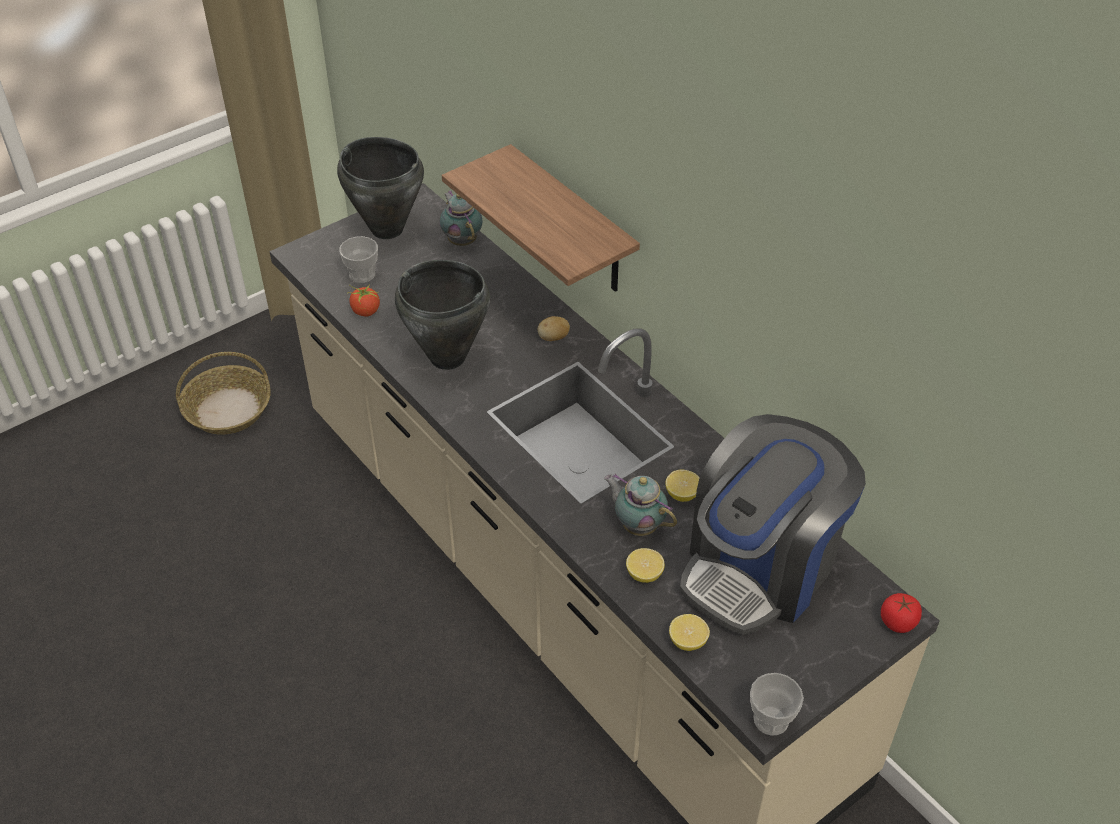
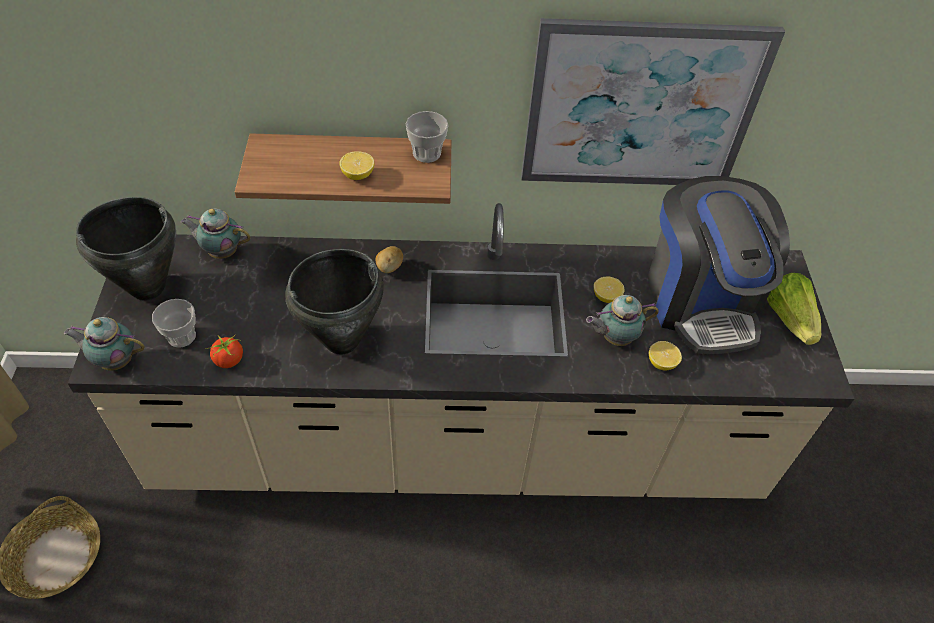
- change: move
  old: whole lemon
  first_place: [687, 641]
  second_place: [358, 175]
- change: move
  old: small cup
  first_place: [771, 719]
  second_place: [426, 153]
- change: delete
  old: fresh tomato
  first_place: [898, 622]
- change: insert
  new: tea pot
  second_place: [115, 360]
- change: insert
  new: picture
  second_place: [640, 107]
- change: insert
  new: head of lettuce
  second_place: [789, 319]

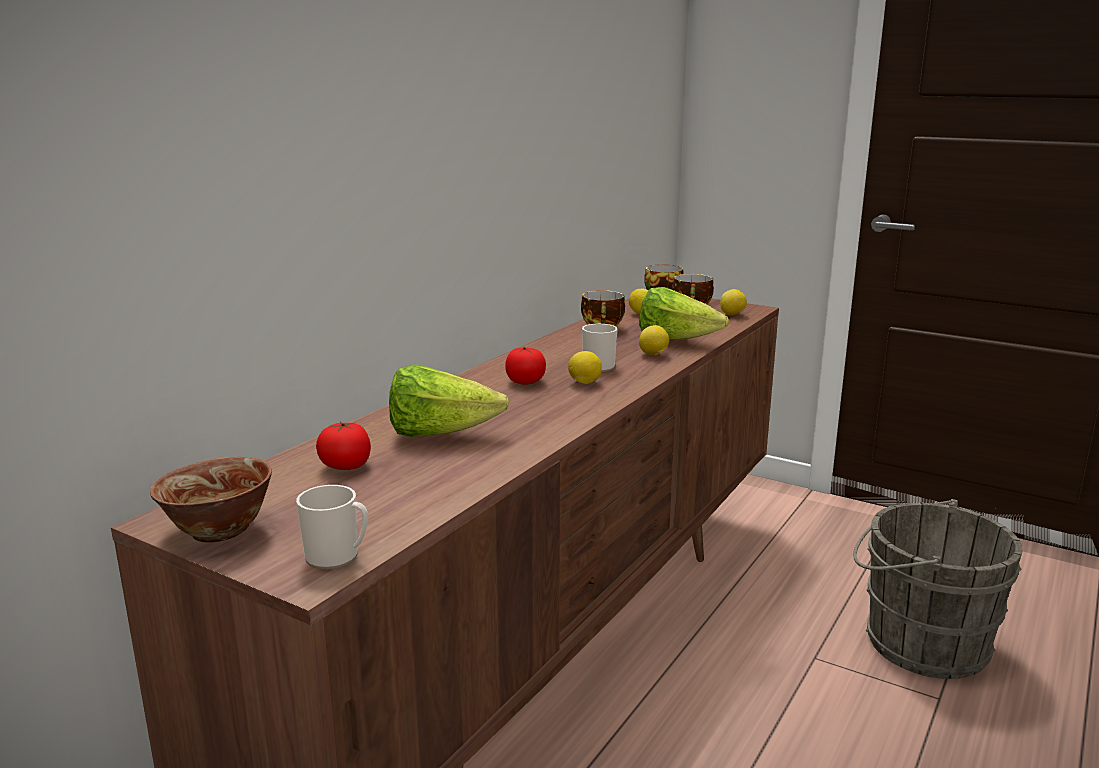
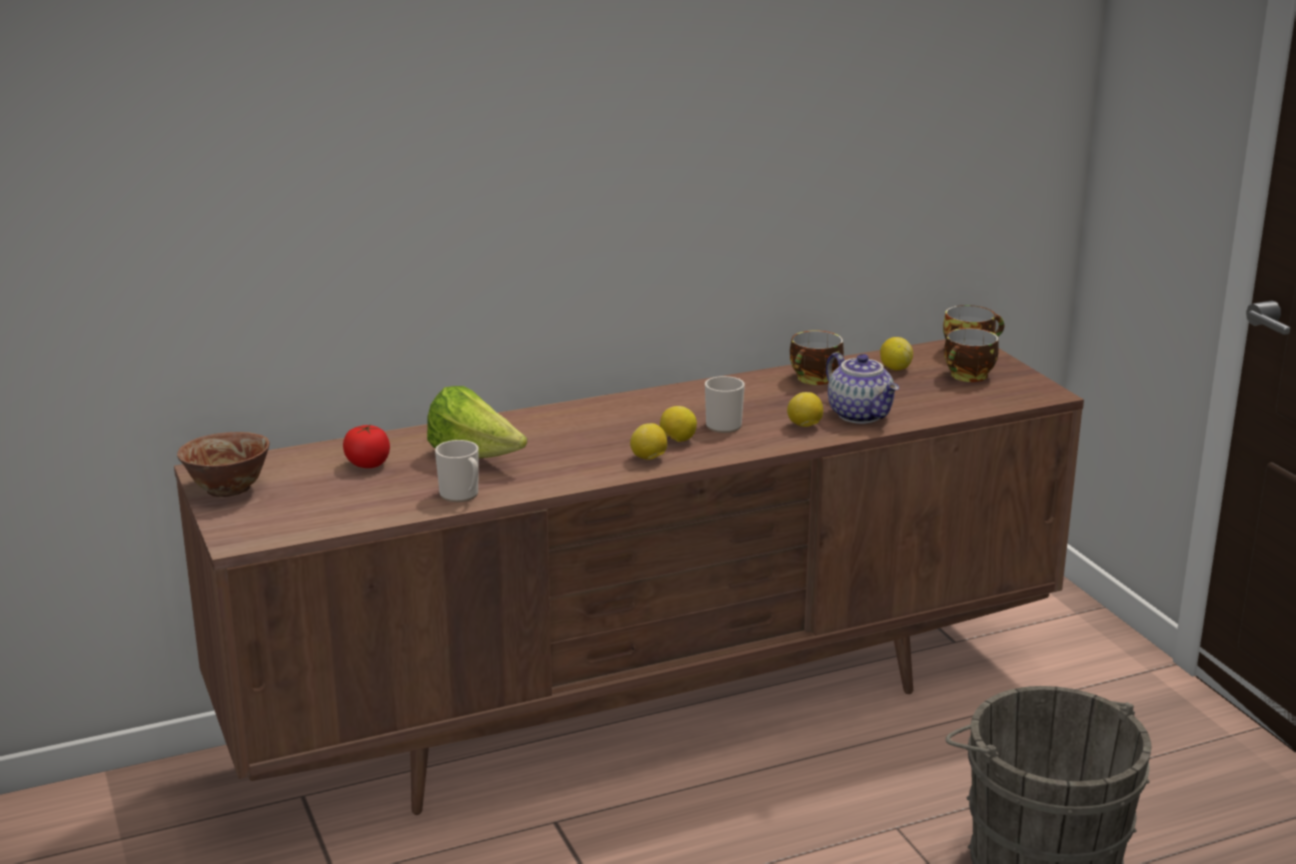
- change: move
  old: coffee mug
  first_place: [337, 557]
  second_place: [462, 495]
- change: delete
  old: fresh tomato
  first_place: [525, 382]
- change: replace
  old: head of lettuce
  new: tea pot
  first_place: [675, 341]
  second_place: [861, 415]
- change: move
  old: whole lemon
  first_place: [732, 315]
  second_place: [649, 458]

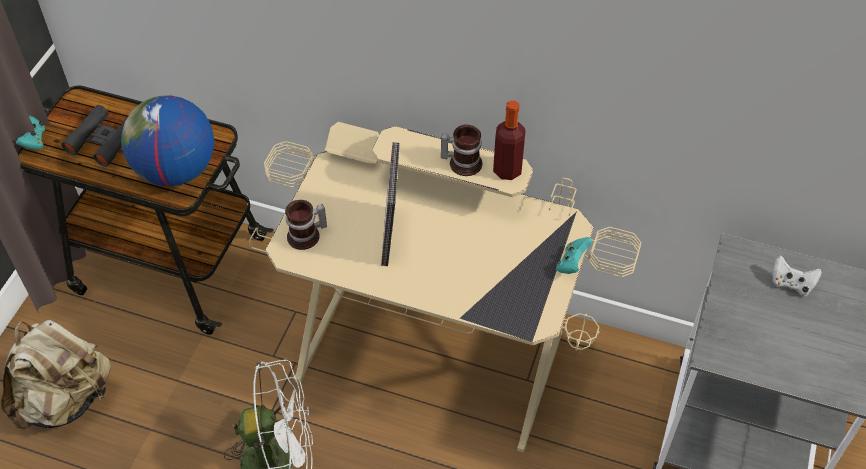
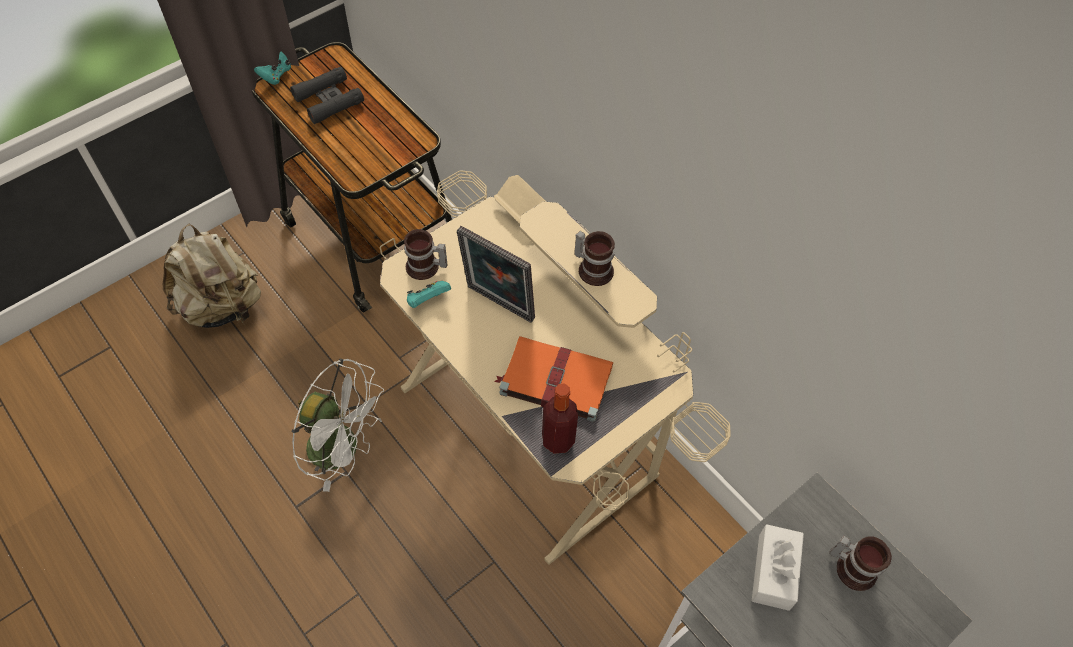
- change: delete
  old: world globe
  first_place: [176, 171]
- change: rotate
  old: picture frame
  first_place: [391, 236]
  second_place: [498, 306]
  degrees: 90
- change: move
  old: drink bottle
  first_place: [507, 170]
  second_place: [558, 439]
- change: move
  old: joypad (turquoise)
  first_place: [571, 263]
  second_place: [428, 301]
- change: replace
  old: joypad (whitish)
  new: coffee mug
  first_place: [791, 283]
  second_place: [853, 566]
- change: insert
  new: volume (orange-coloured)
  second_place: [554, 379]
- change: insert
  new: tissue holder (whitish)
  second_place: [774, 572]

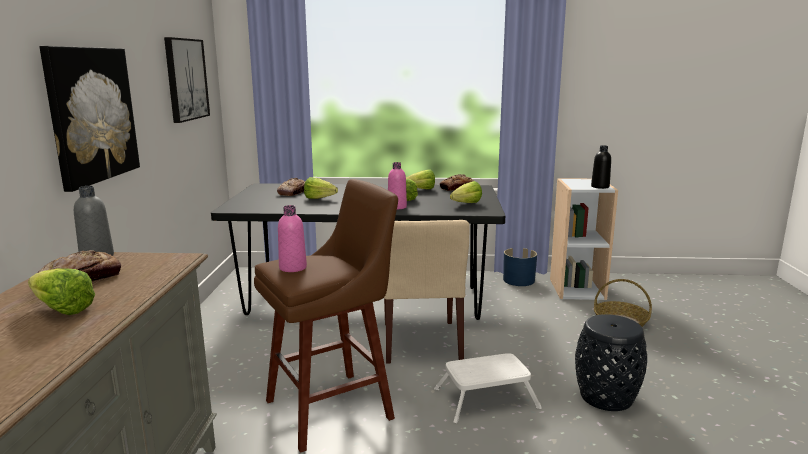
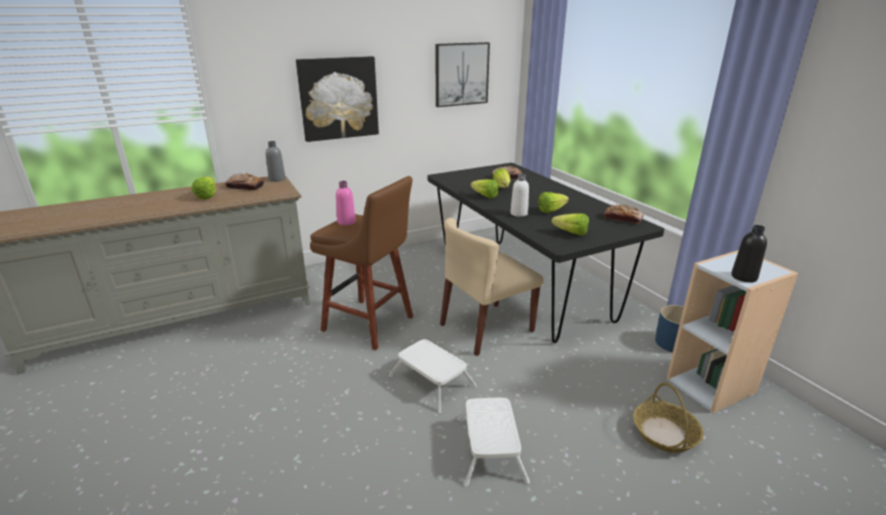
- change: recolor
  old: drink bottle (pinkish)
  new: drink bottle (whitish)
  first_place: [397, 207]
  second_place: [519, 213]
- change: move
  old: head of lettuce
  first_place: [418, 190]
  second_place: [483, 196]
- change: replace
  old: sitting stool (black-coloured)
  new: stepladder (whitish)
  first_place: [606, 397]
  second_place: [490, 448]

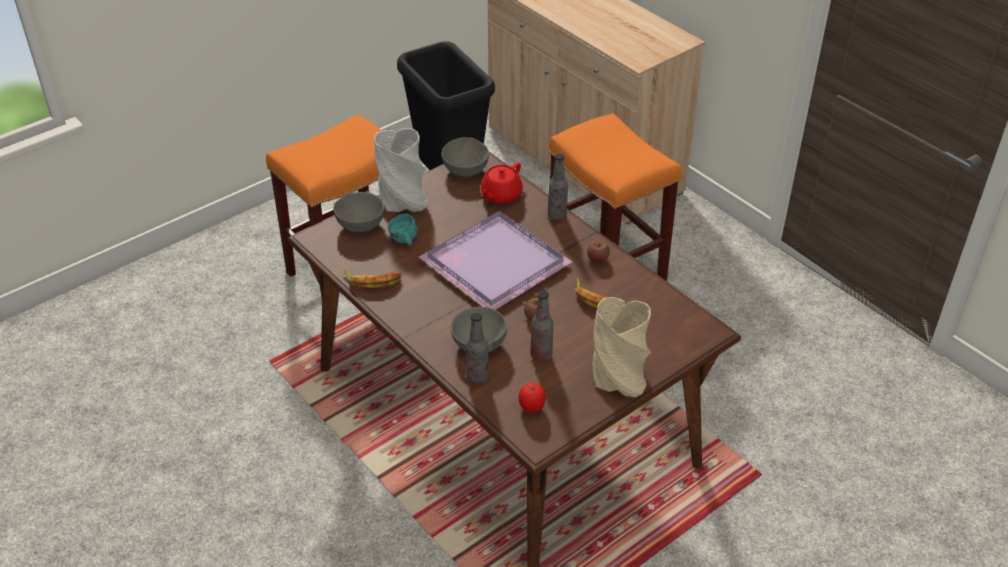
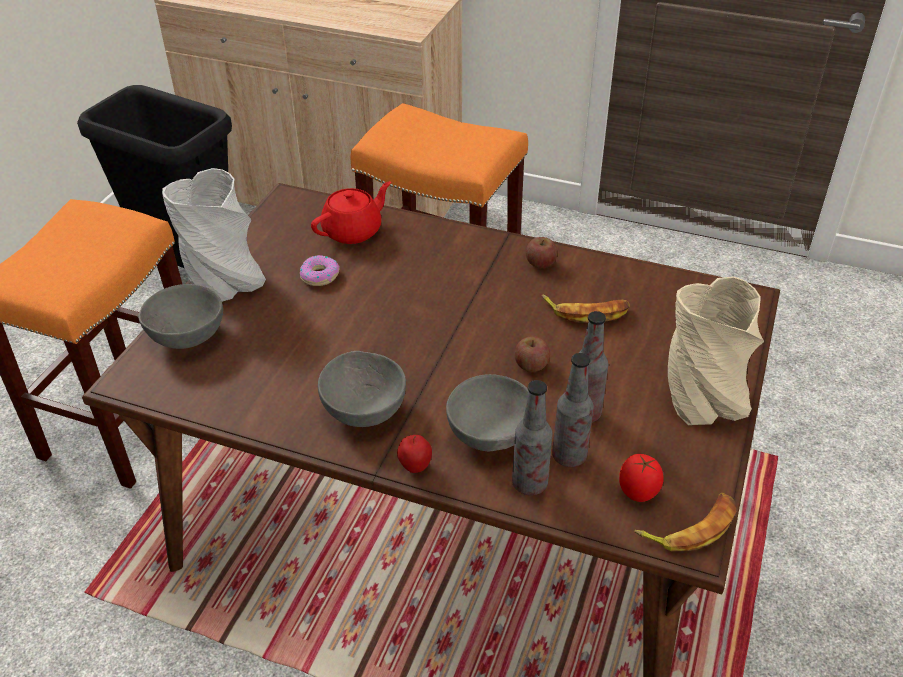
- change: move
  old: banana fruit
  first_place: [373, 280]
  second_place: [690, 527]
- change: delete
  old: coffee mug (turquoise)
  first_place: [403, 241]
- change: delete
  old: serving tray (purplish)
  first_place: [495, 261]
- change: move
  old: serving bowl (gray)
  first_place: [466, 169]
  second_place: [365, 408]
- change: rotate
  old: tea pot (reddish)
  first_place: [500, 195]
  second_place: [353, 231]
  degrees: -135
- change: move
  old: drink bottle
  first_place: [557, 215]
  second_place: [569, 456]
- change: insert
  new: donut
  second_place: [319, 275]
- change: insert
  new: apple
  second_place: [415, 467]

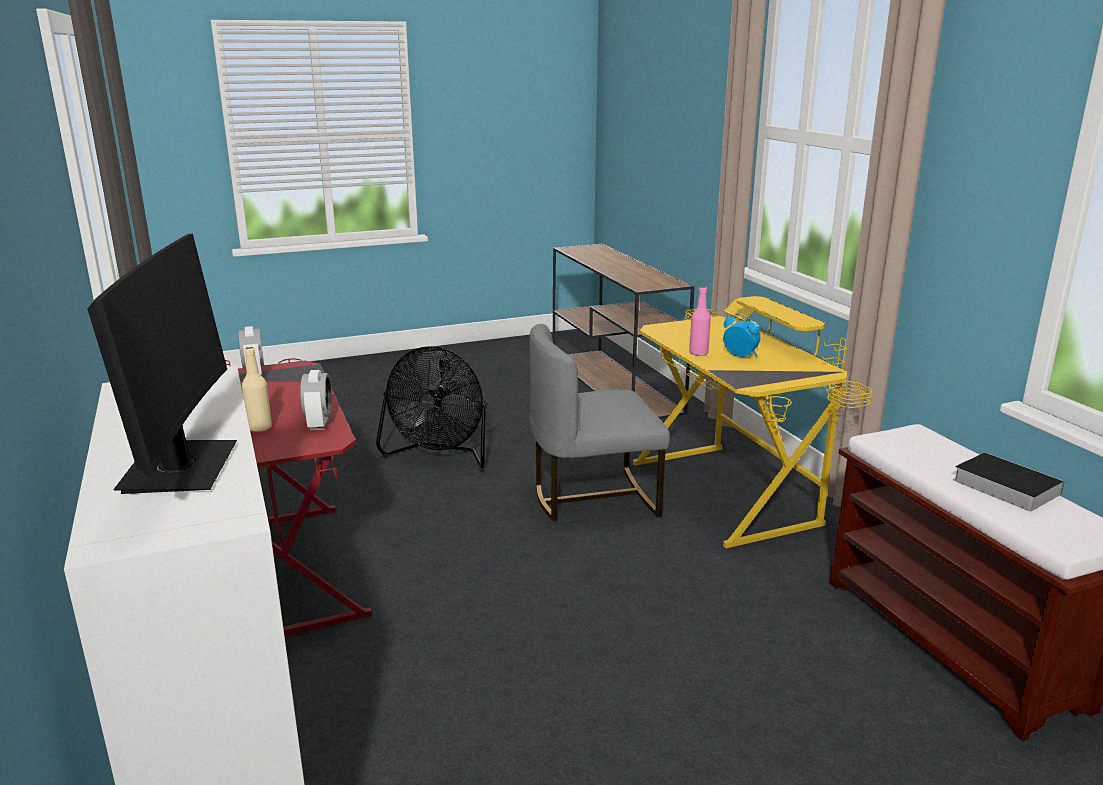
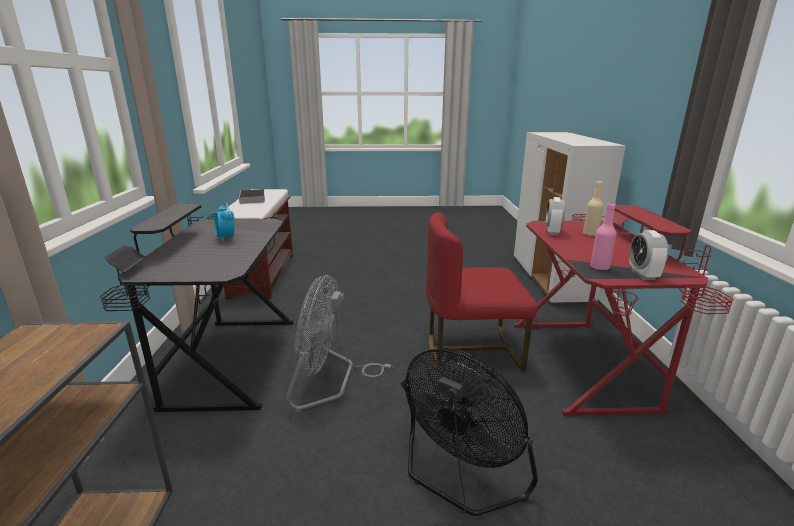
- change: delete
  old: computer screen
  first_place: [180, 467]
- change: replace
  old: upright chair (gray)
  new: electric fan (gray)
  first_place: [593, 497]
  second_place: [333, 377]
- change: recolor
  old: desk unit (yellowish)
  new: desk unit (black-coloured)
  first_place: [728, 491]
  second_place: [229, 360]
- change: move
  old: drink bottle (pinkish)
  first_place: [698, 353]
  second_place: [599, 267]
- change: insert
  new: upright chair (reddish)
  second_place: [472, 349]

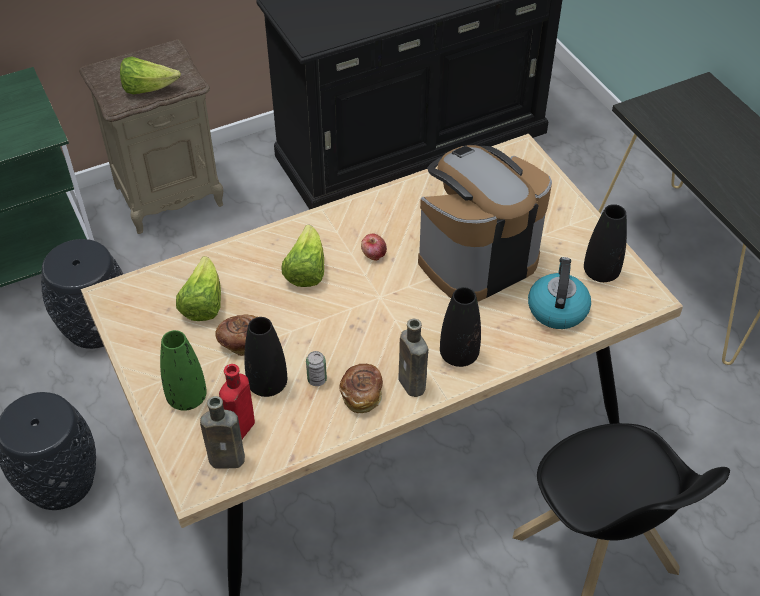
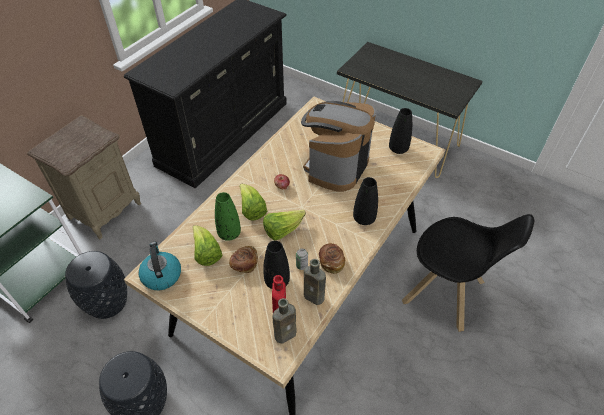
- change: move
  old: head of lettuce
  first_place: [148, 89]
  second_place: [282, 230]
- change: move
  old: flower vase (greenish)
  first_place: [187, 398]
  second_place: [229, 233]
- change: move
  old: drink bottle (brown)
  first_place: [413, 385]
  second_place: [315, 297]
- change: move
  old: kettle
  first_place: [557, 308]
  second_place: [161, 275]

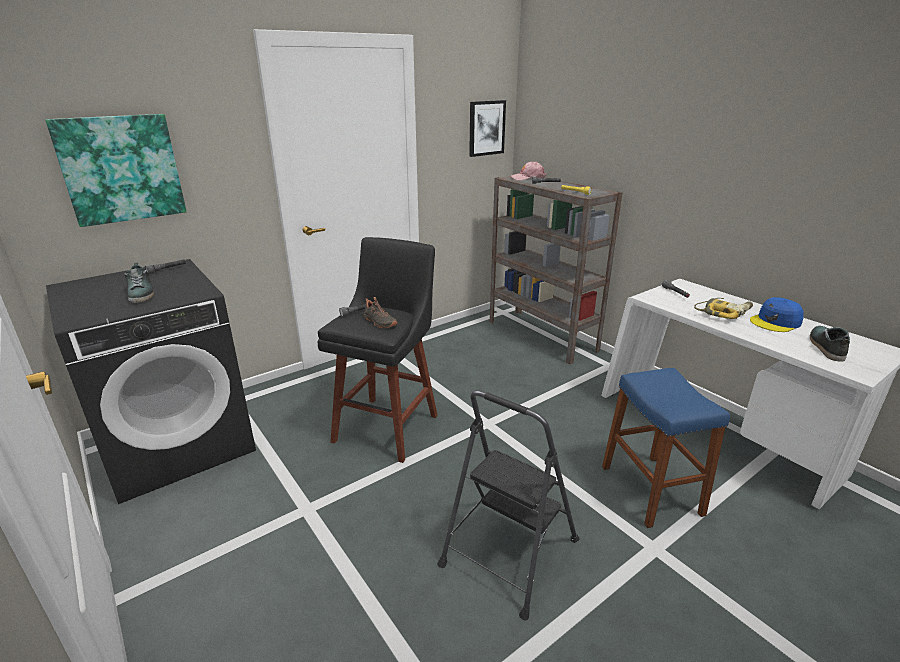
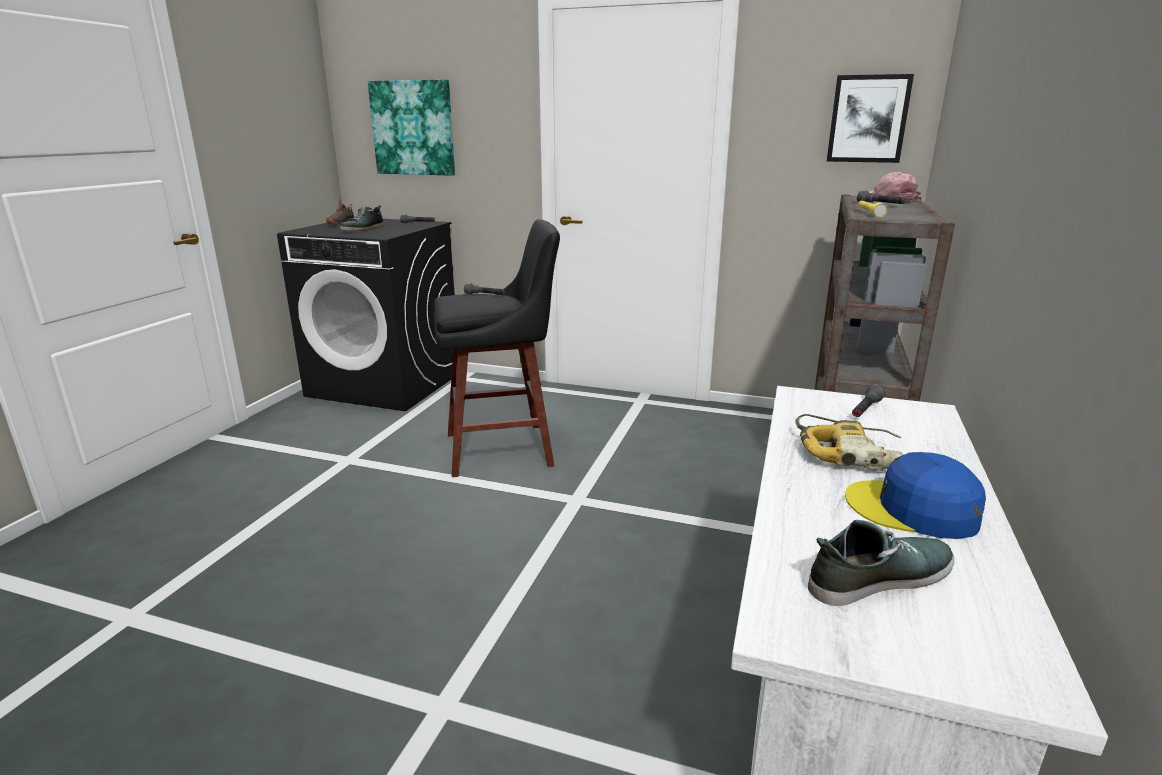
- change: move
  old: shoe (black-coloured)
  first_place: [379, 322]
  second_place: [340, 224]
- change: delete
  old: stepladder (black-coloured)
  first_place: [507, 553]
- change: delete
  old: sitting stool (bluish)
  first_place: [651, 490]

